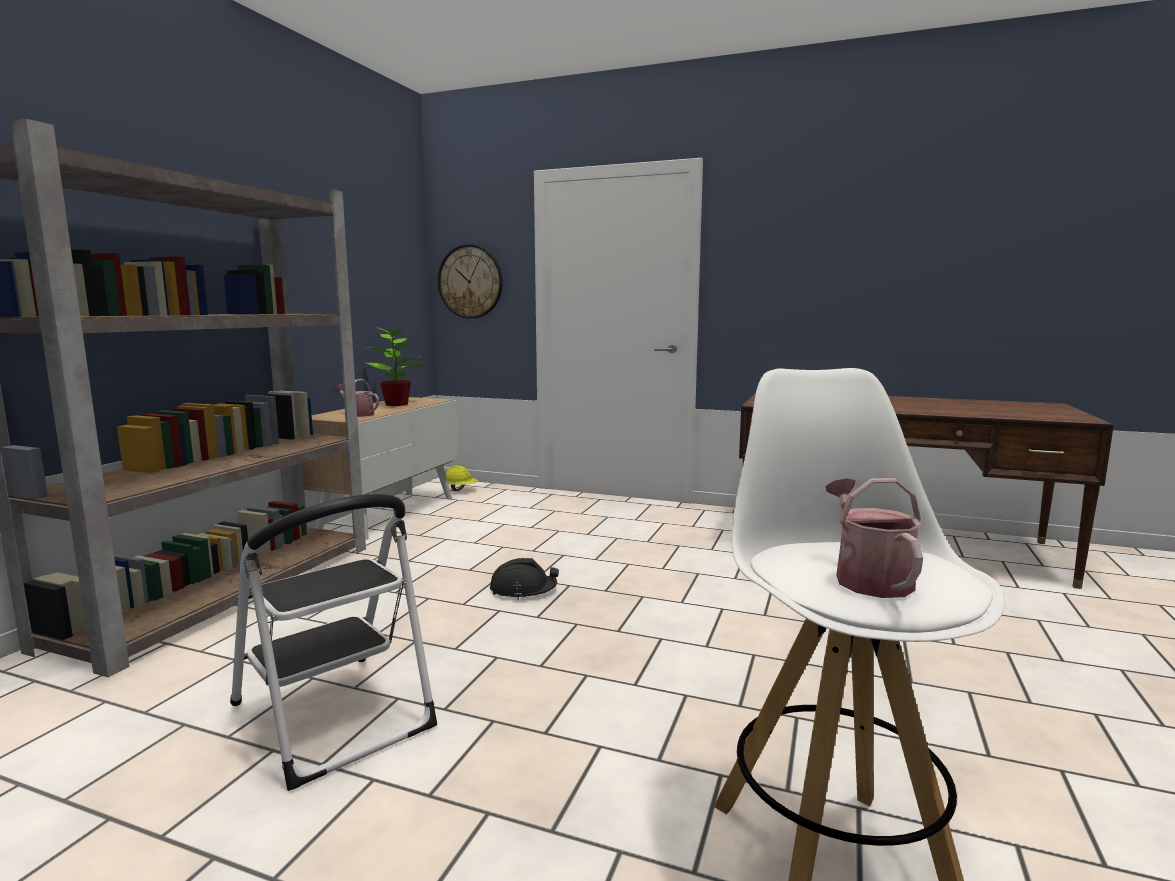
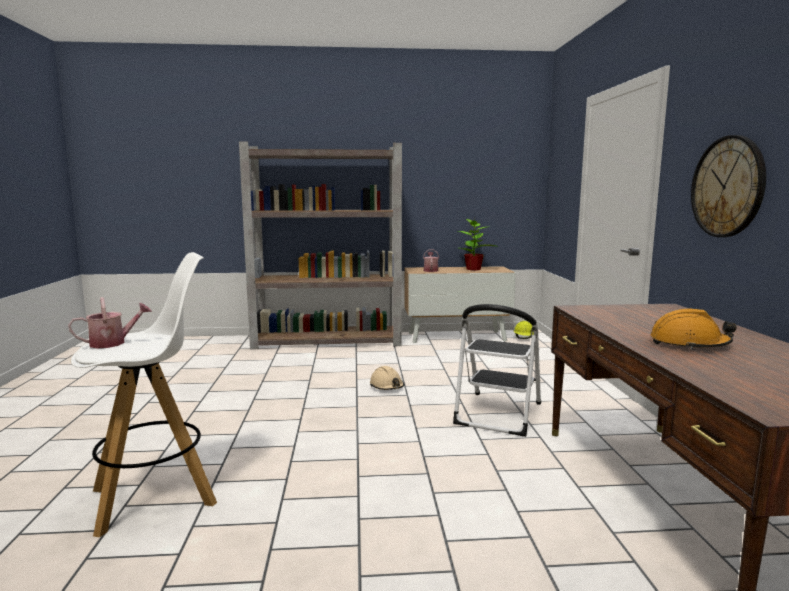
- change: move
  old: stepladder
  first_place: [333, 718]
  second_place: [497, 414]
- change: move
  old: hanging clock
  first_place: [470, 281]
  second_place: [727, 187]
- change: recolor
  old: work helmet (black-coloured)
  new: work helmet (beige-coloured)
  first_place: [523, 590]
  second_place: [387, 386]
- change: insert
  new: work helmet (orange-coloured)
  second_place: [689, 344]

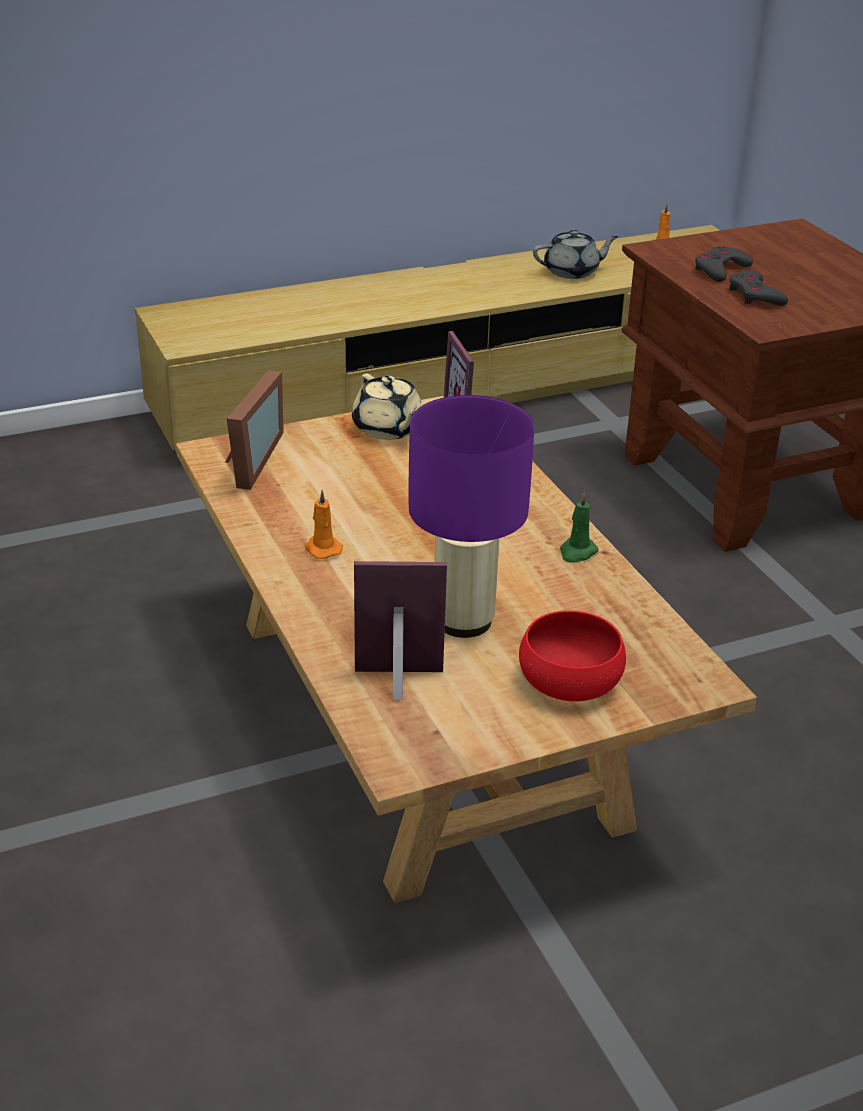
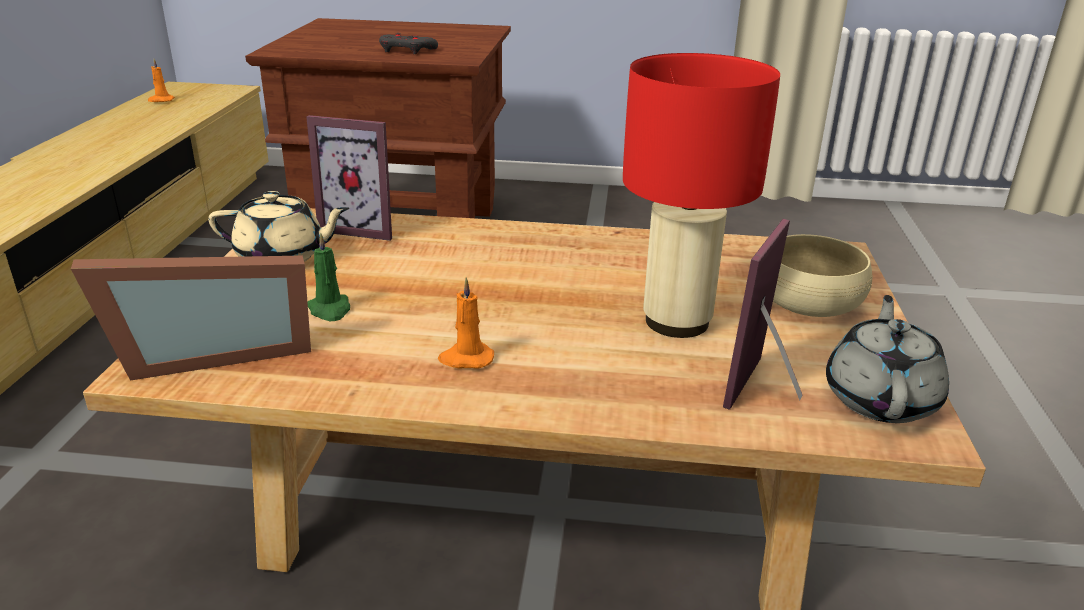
- change: rotate
  old: picture frame
  first_place: [246, 461]
  second_place: [212, 352]
  degrees: 120
- change: recolor
  old: table lamp (purplish)
  new: table lamp (reddish)
  first_place: [463, 620]
  second_place: [674, 321]
- change: recolor
  old: serving bowl (reddish)
  new: serving bowl (beige-coloured)
  first_place: [569, 680]
  second_place: [808, 303]
- change: move
  old: tea pot (gray)
  first_place: [572, 272]
  second_place: [880, 398]
- change: move
  old: wax candle (greenish)
  first_place: [577, 552]
  second_place: [330, 310]
- change: delete
  old: joypad (gray)
  first_place: [720, 270]

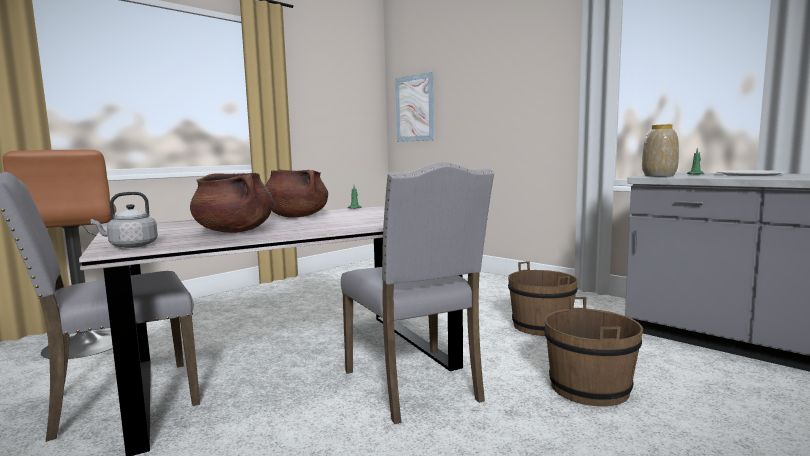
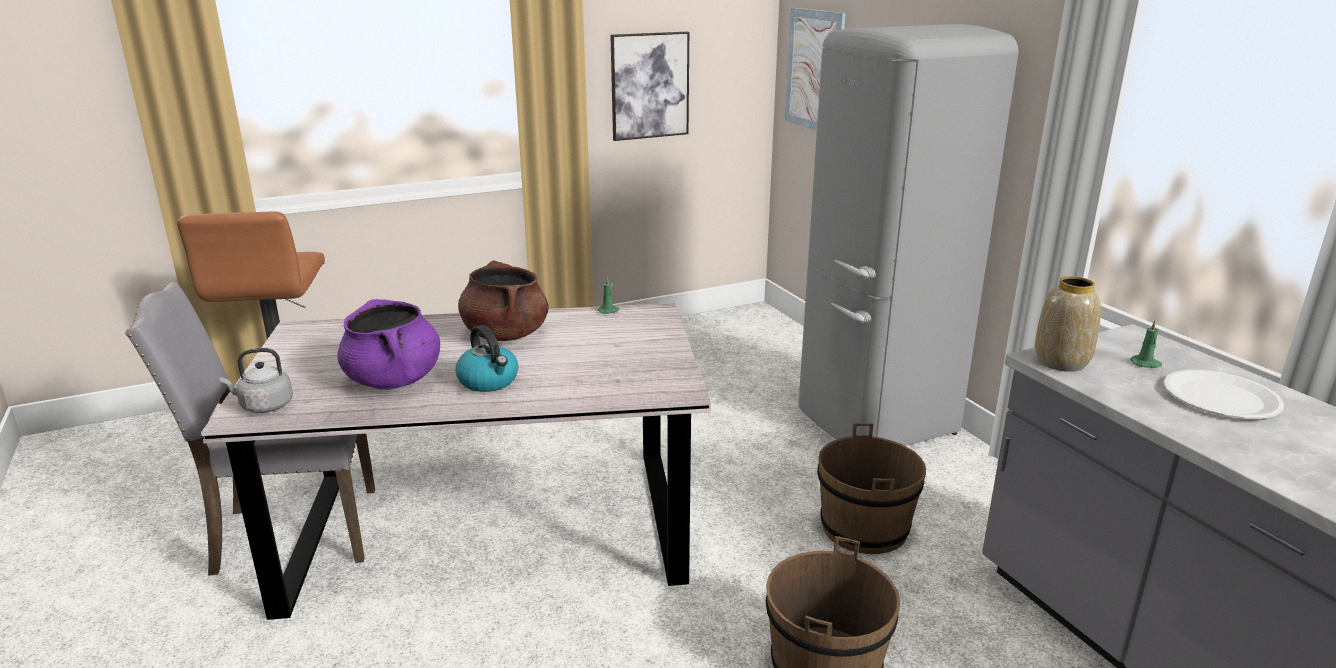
- change: recolor
  old: cooking pot (brown)
  new: cooking pot (purplish)
  first_place: [235, 231]
  second_place: [394, 380]
- change: delete
  old: upright chair (gray)
  first_place: [415, 386]
- change: insert
  new: kettle
  second_place: [489, 381]
- change: insert
  new: picture
  second_place: [649, 86]
- change: insert
  new: refrigerator (gray)
  second_place: [872, 421]

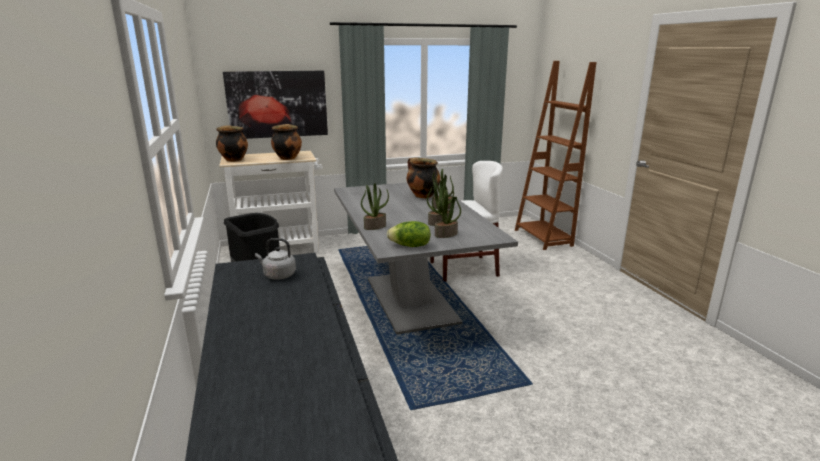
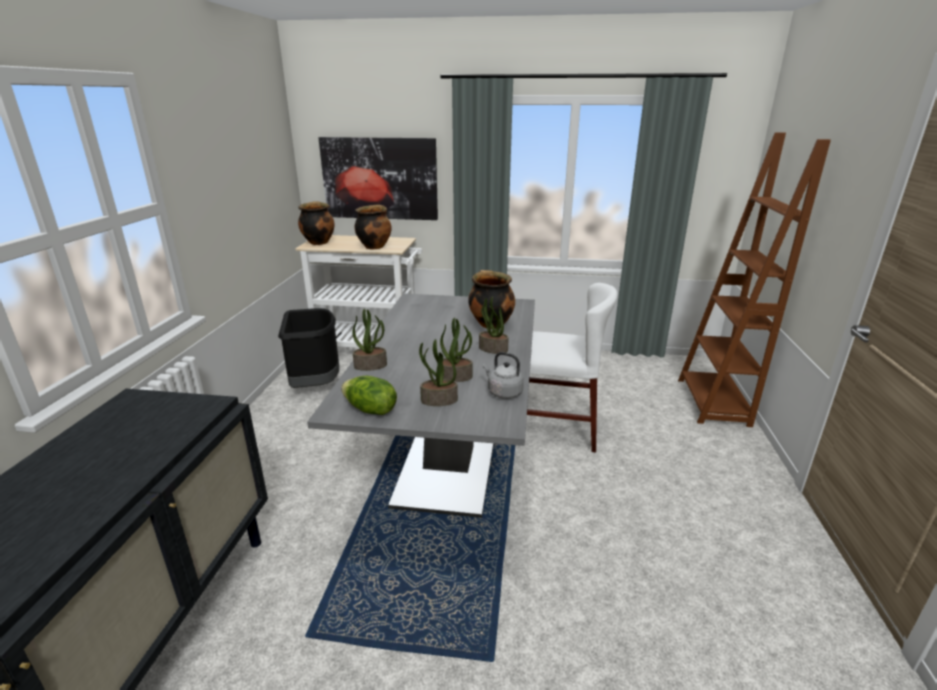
- change: move
  old: kettle (gray)
  first_place: [278, 275]
  second_place: [503, 392]

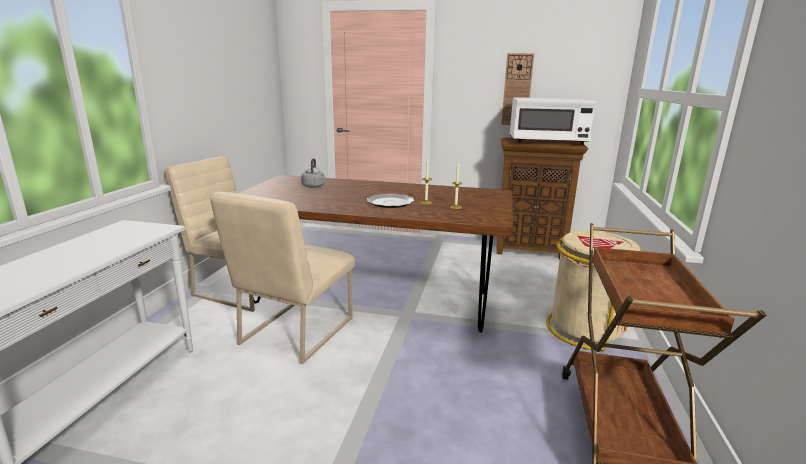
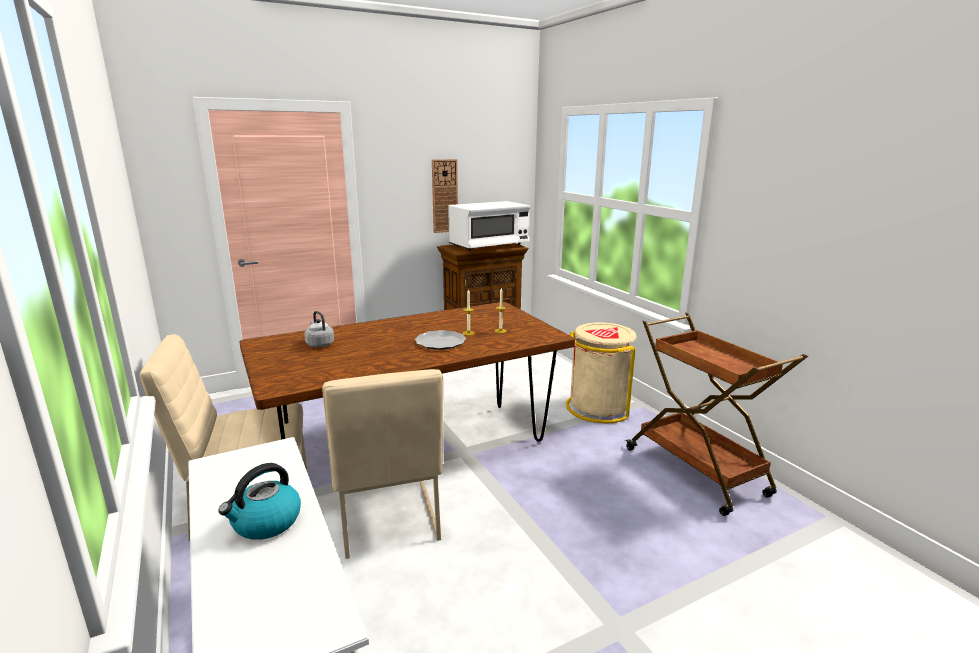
- change: insert
  new: kettle
  second_place: [266, 523]

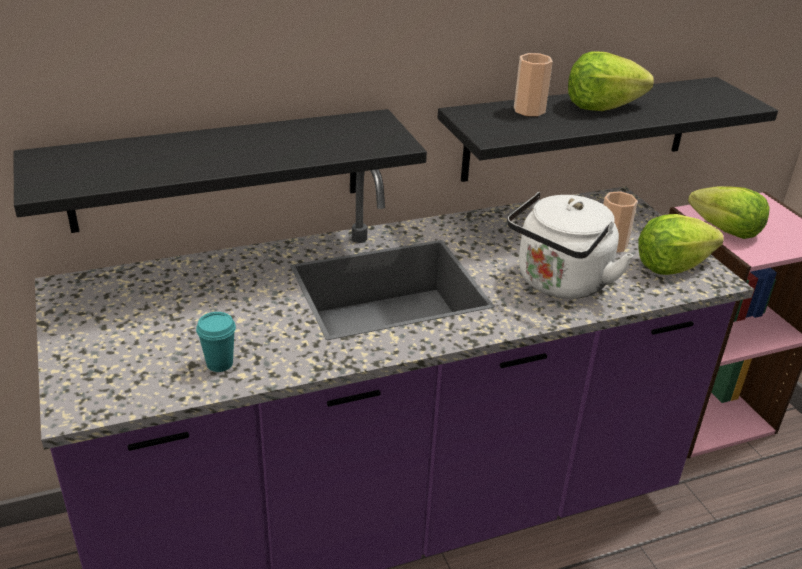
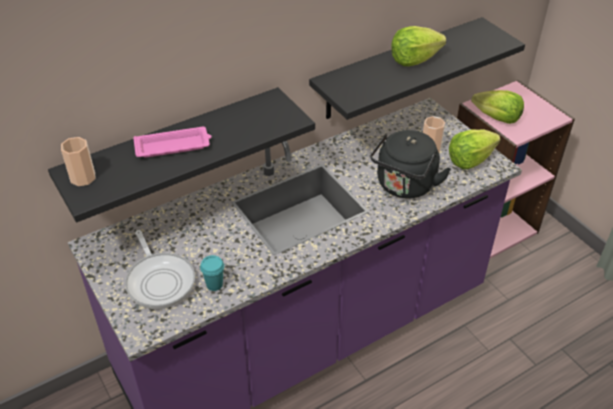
- change: recolor
  old: kettle (whitish)
  new: kettle (black-coloured)
  first_place: [559, 284]
  second_place: [404, 186]
- change: move
  old: small cup
  first_place: [529, 110]
  second_place: [83, 178]
- change: insert
  new: pan
  second_place: [160, 280]
- change: insert
  new: serving tray (pinkish)
  second_place: [174, 146]

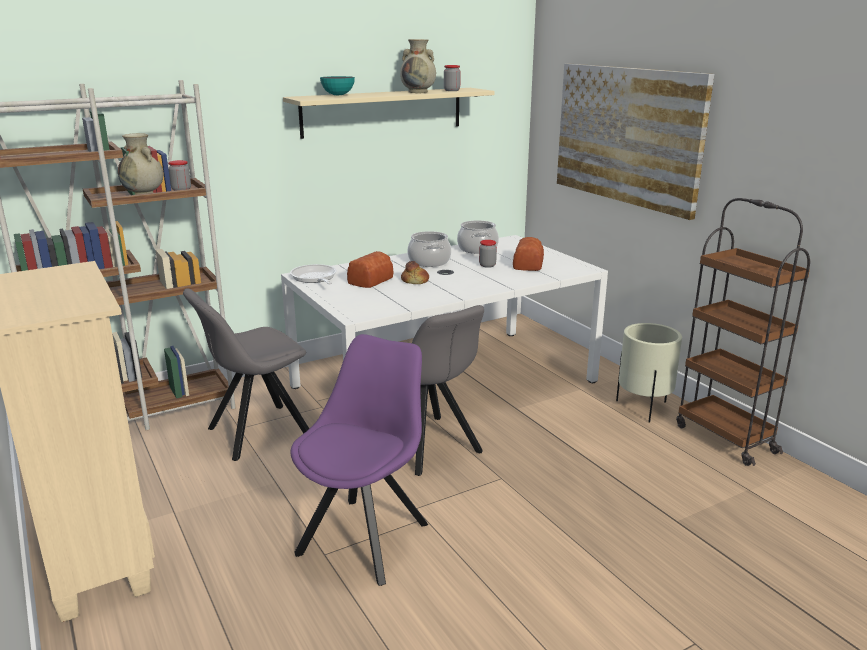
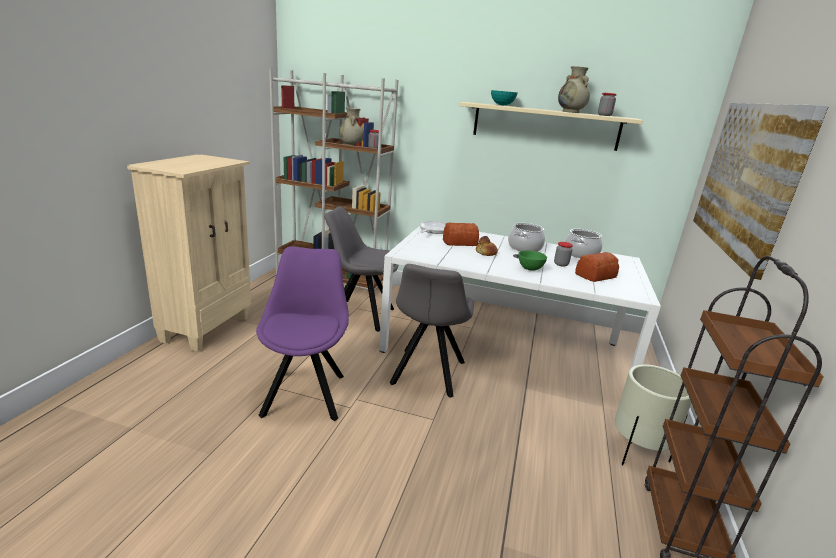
- change: rotate
  old: upright chair (purplish)
  first_place: [365, 538]
  second_place: [305, 394]
  degrees: -75
- change: insert
  new: serving bowl (greenish)
  second_place: [530, 269]

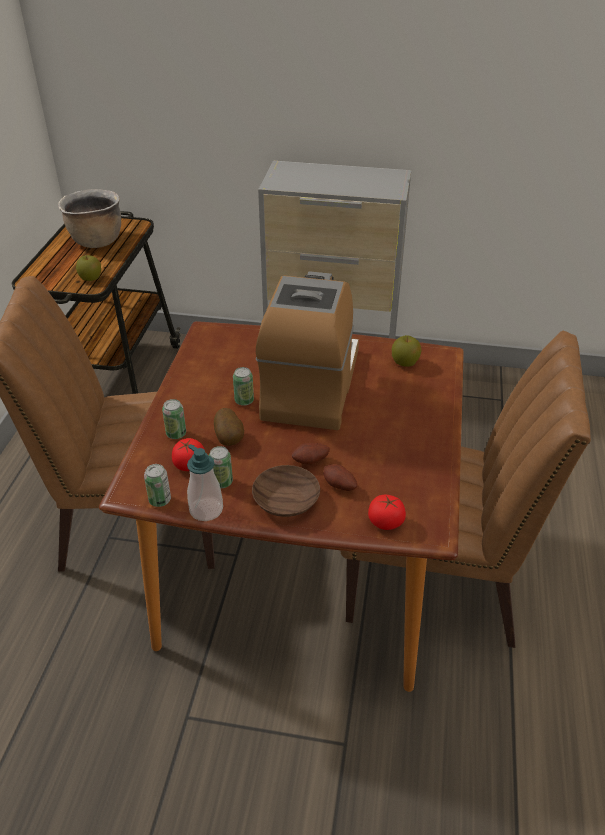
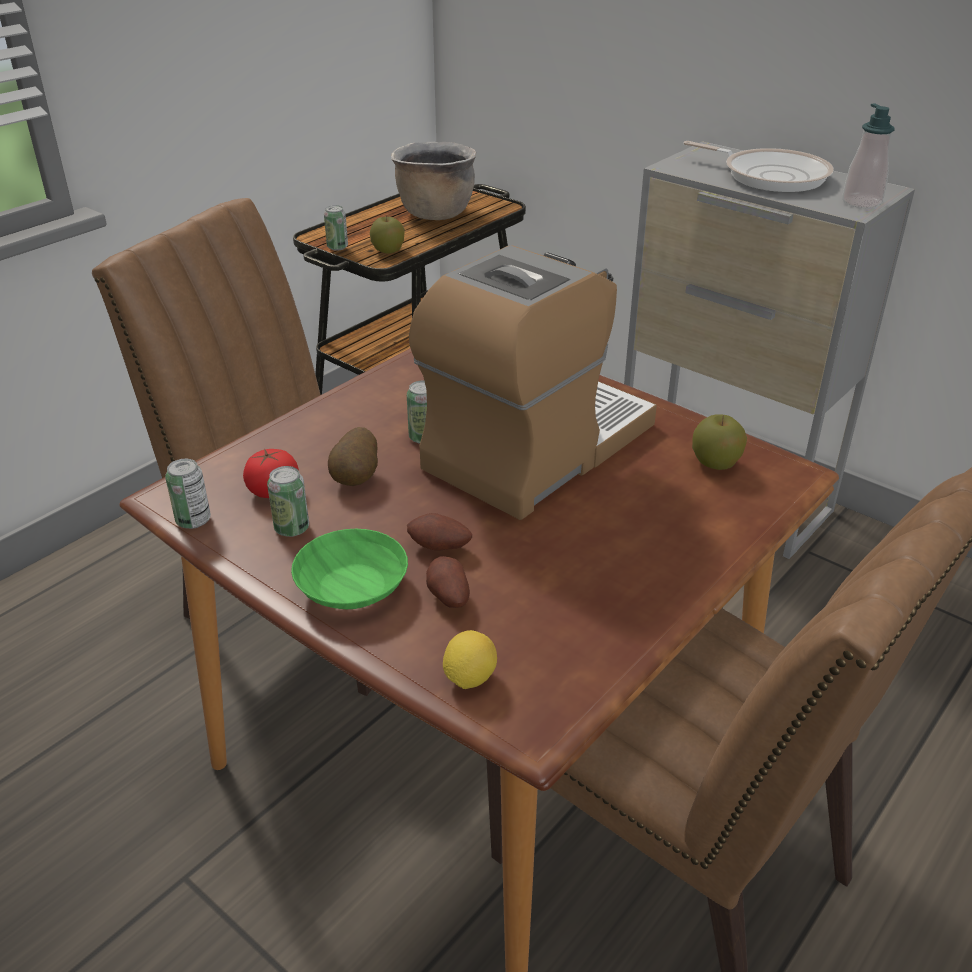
- change: move
  old: metal can
  first_place: [176, 434]
  second_place: [337, 247]
- change: move
  old: soap bottle
  first_place: [206, 510]
  second_place: [861, 202]
- change: recolor
  old: serving bowl (brown)
  new: serving bowl (greenish)
  first_place: [288, 501]
  second_place: [354, 588]
- change: replace
  old: fresh tomato
  new: whole lemon
  first_place: [386, 522]
  second_place: [469, 678]
- change: insert
  new: pan
  second_place: [770, 176]

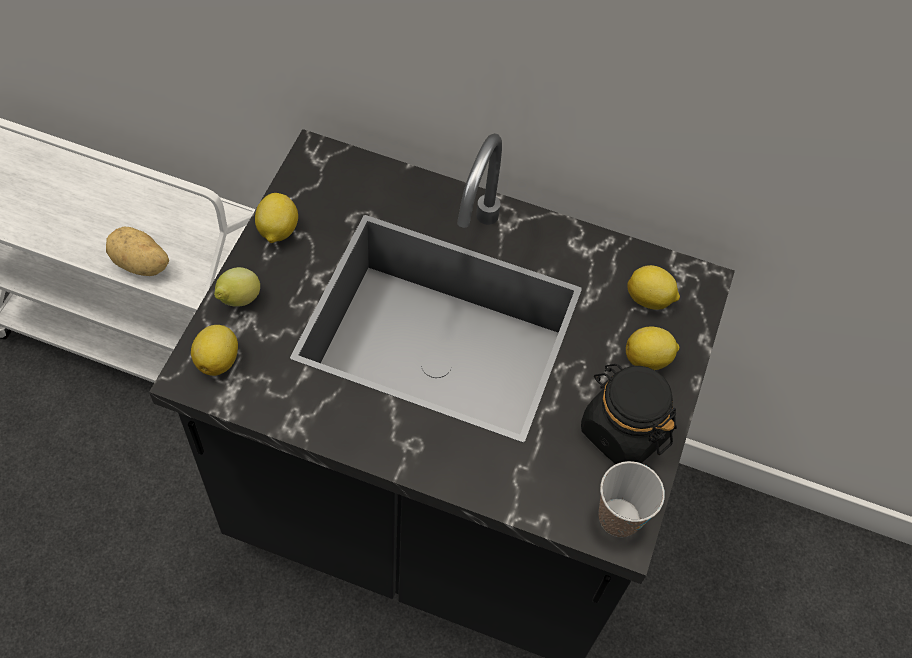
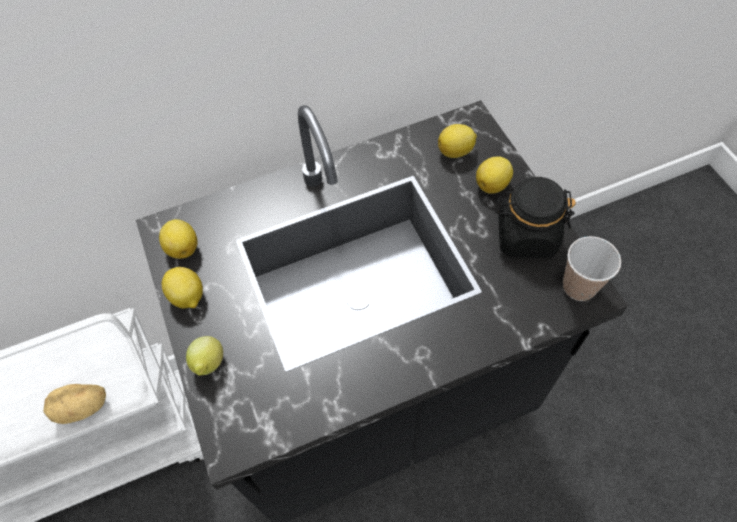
- change: move
  old: whole lemon
  first_place: [218, 359]
  second_place: [183, 247]

